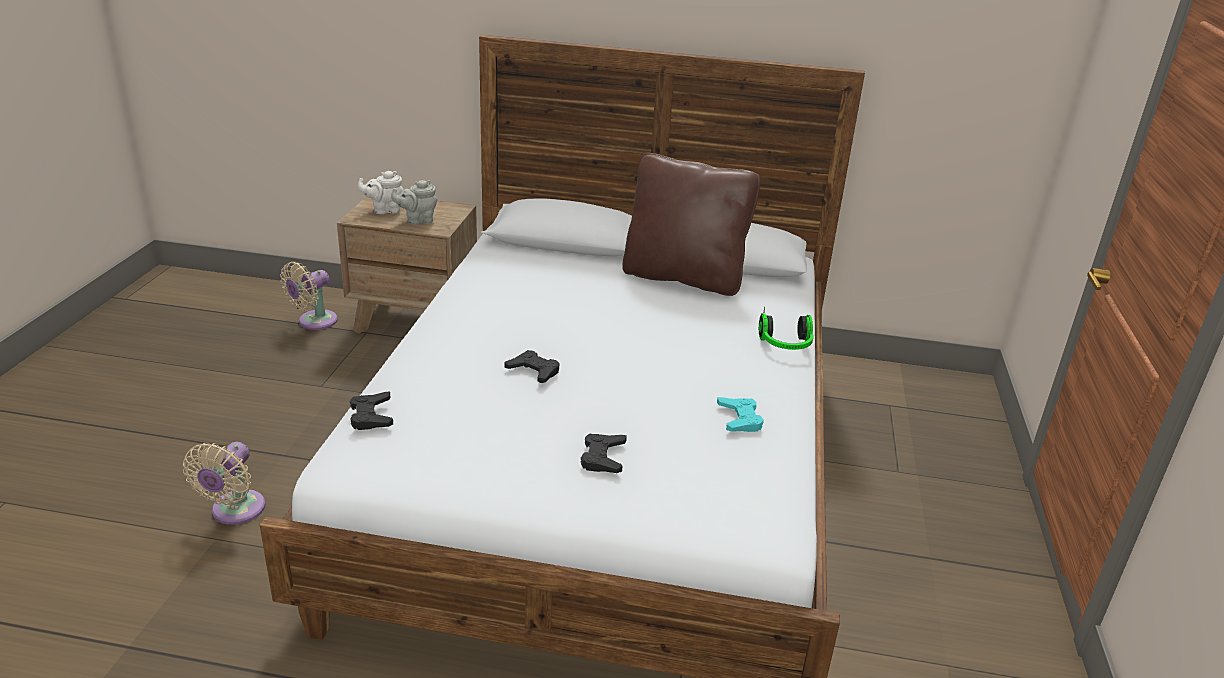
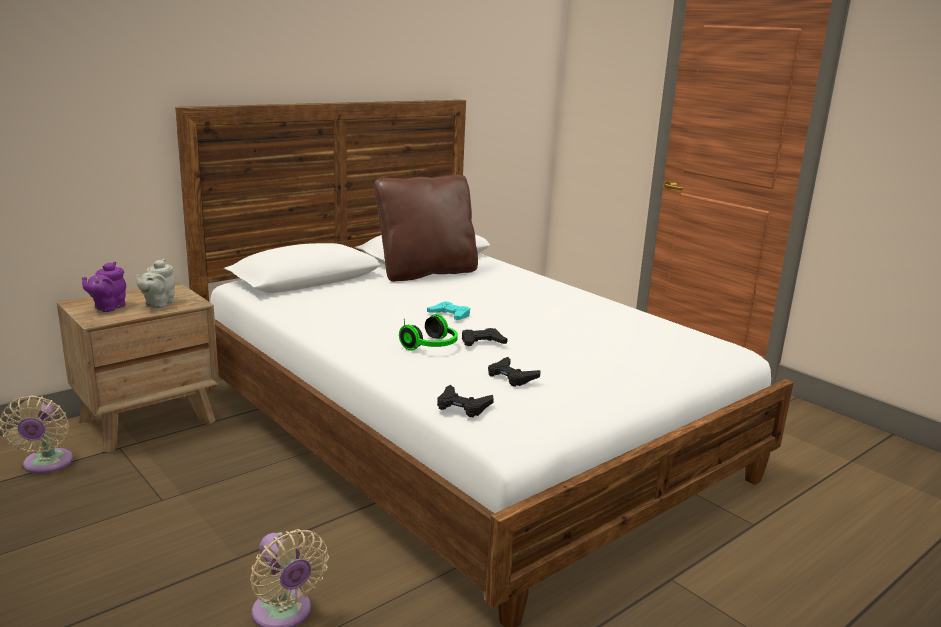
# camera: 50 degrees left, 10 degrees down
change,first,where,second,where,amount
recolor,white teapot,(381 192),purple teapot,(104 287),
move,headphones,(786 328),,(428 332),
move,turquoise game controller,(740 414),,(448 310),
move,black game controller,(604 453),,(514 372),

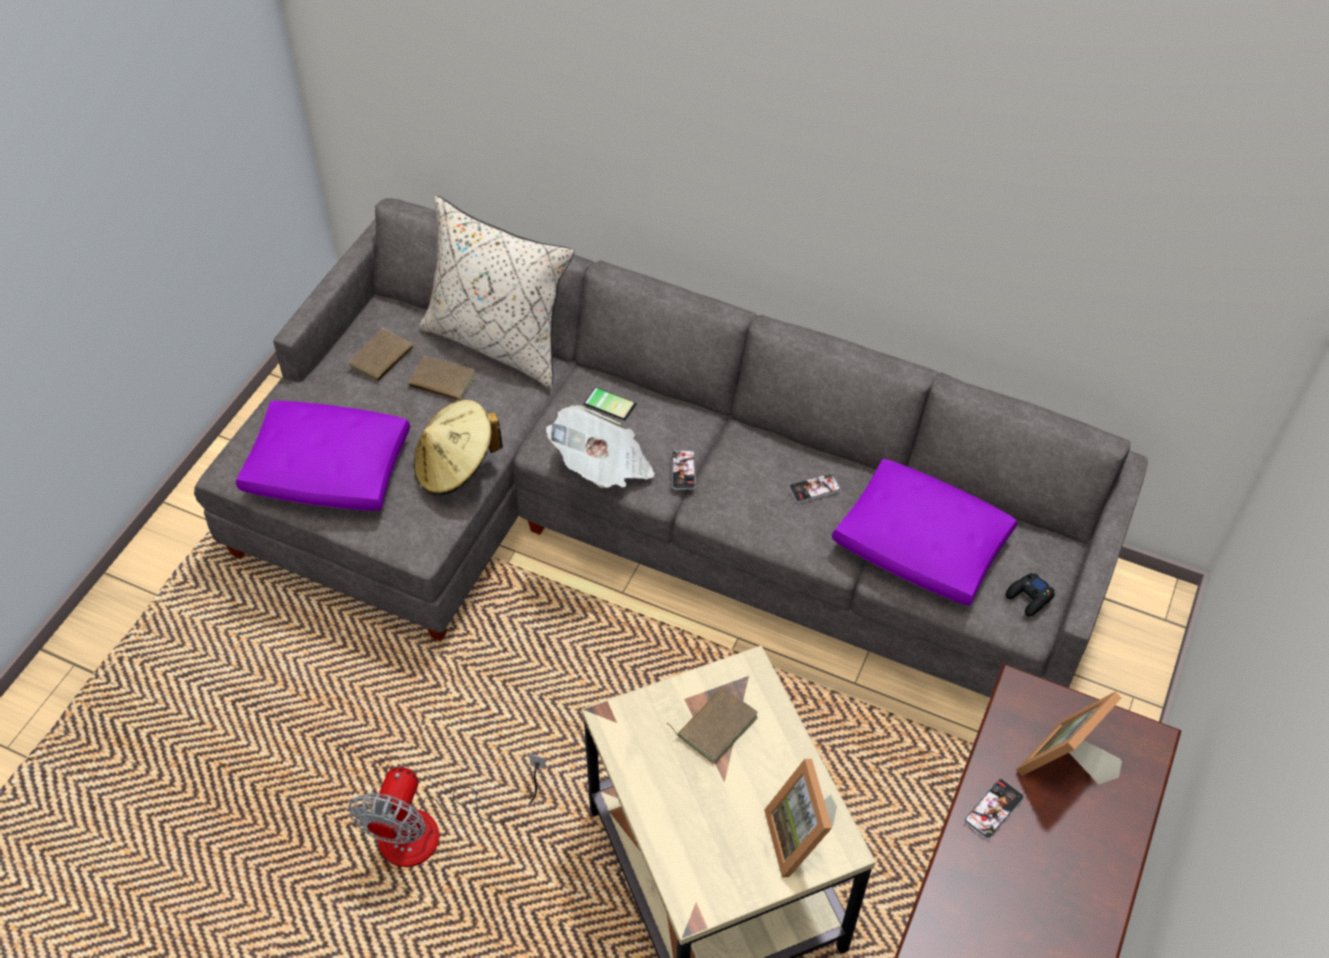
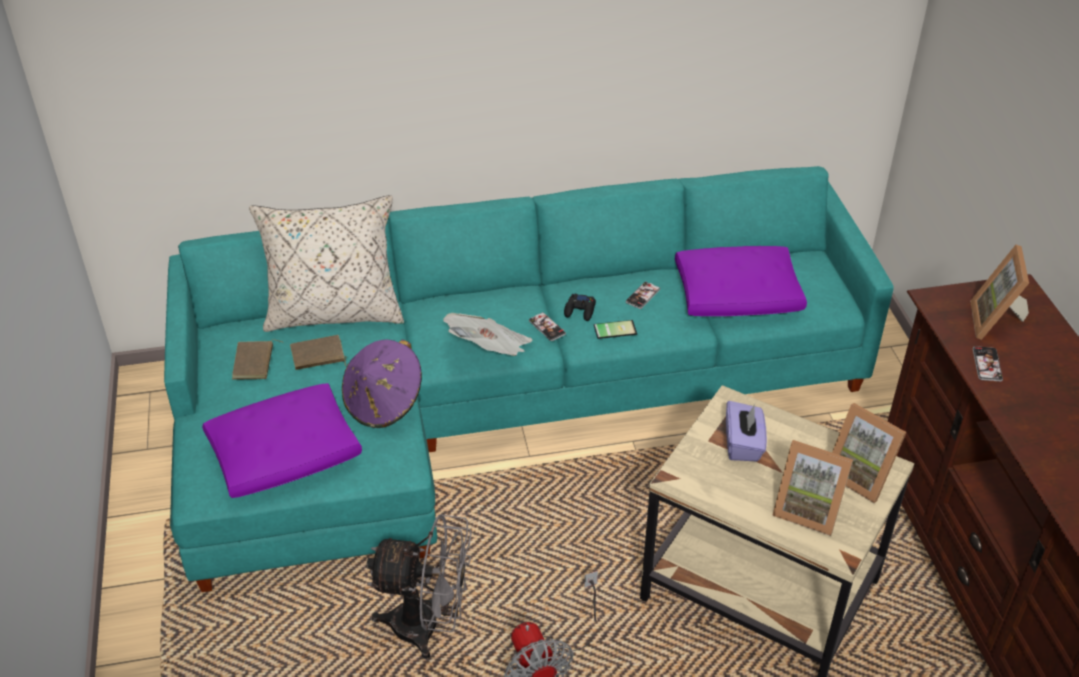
# camera: 35 degrees left, 10 degrees down
change,first,where,second,where,amount
recolor,grey sofa,(671 448),turquoise sofa,(529 379),
recolor,beige hat,(458 447),purple hat,(382 383),
insert,,,grey fan,(419 586),
move,black game controller,(1030 594),,(580 307),
move,phone,(610 403),,(615 329),
replace,brown book,(712 725),purple tissue box,(746 431),
insert,,,picture frame,(812 488),

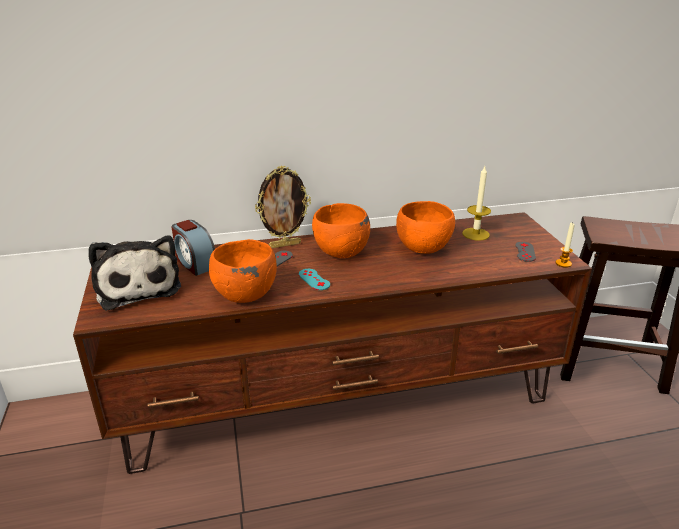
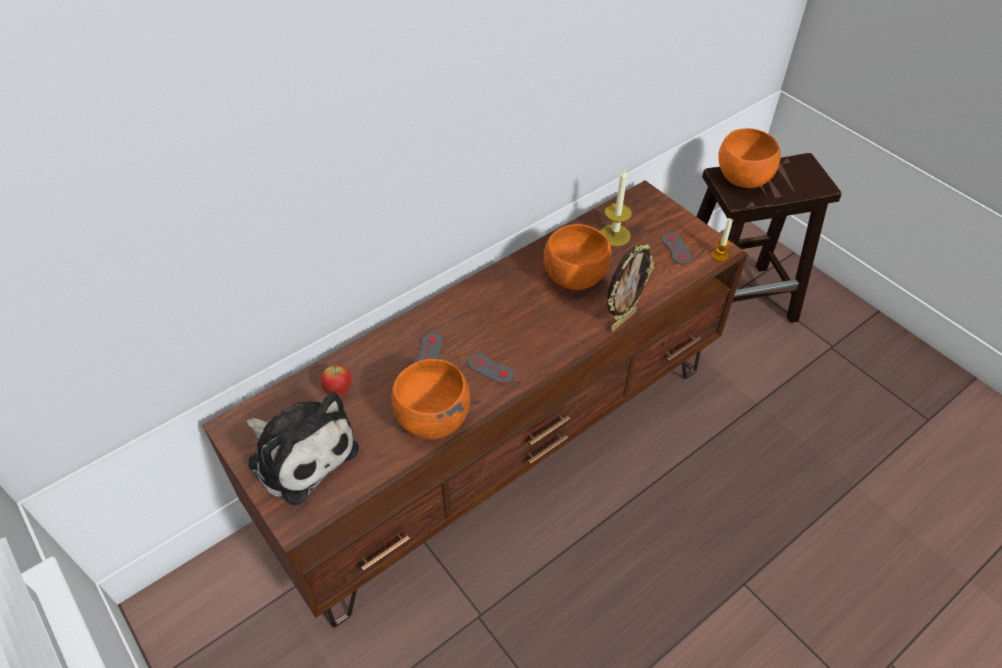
# camera: 25 degrees left, 20 degrees up
change,first,where,second,where,amount
replace,alarm clock,(193 248),apple,(336 380),
recolor,turquoise game controller,(314 279),grey game controller,(491 369),
move,picture frame,(283 207),,(630 287),
move,orange bowl,(341 230),,(750 158),

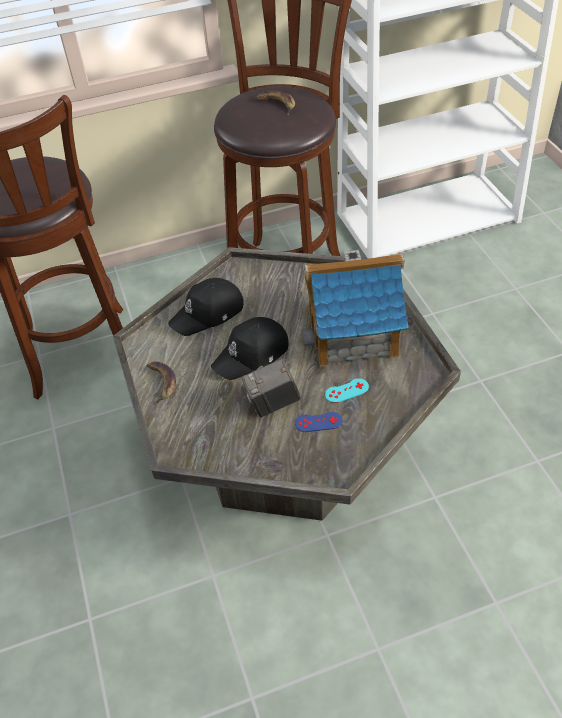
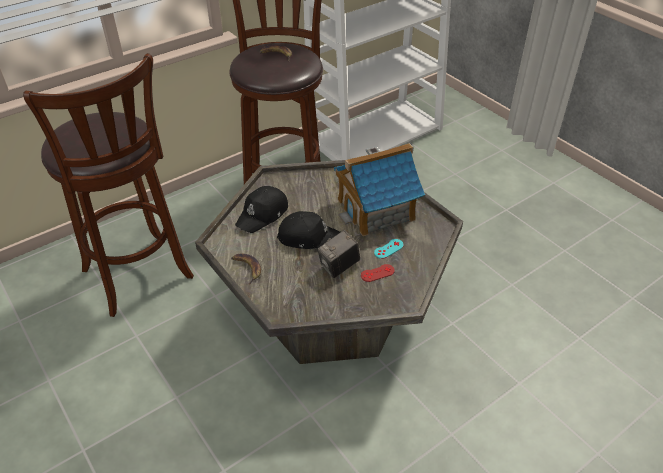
# camera: 20 degrees left, 5 degrees down
change,first,where,second,where,amount
rotate,black cap,(249 348),,(308 230),120 degrees counterclockwise
recolor,blue game controller,(318 422),red game controller,(378 273),

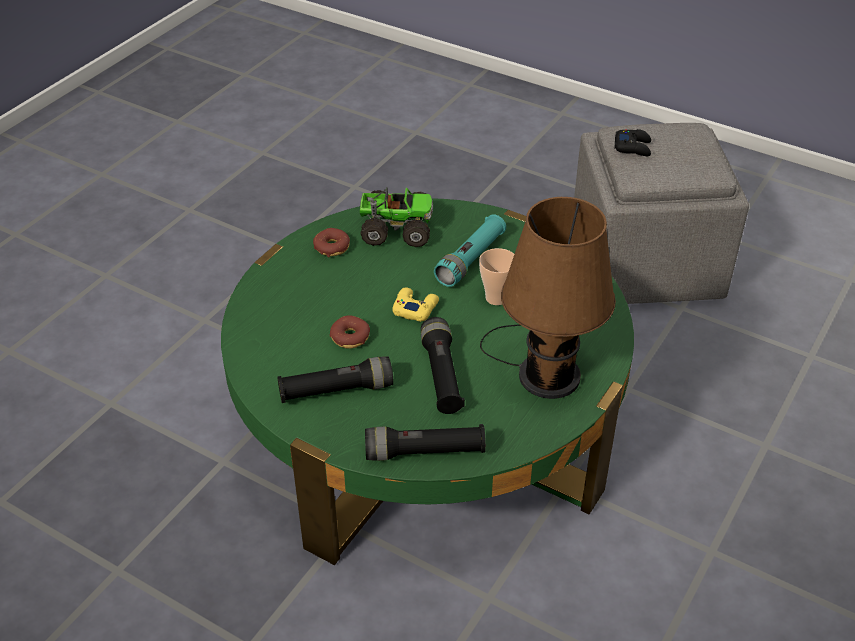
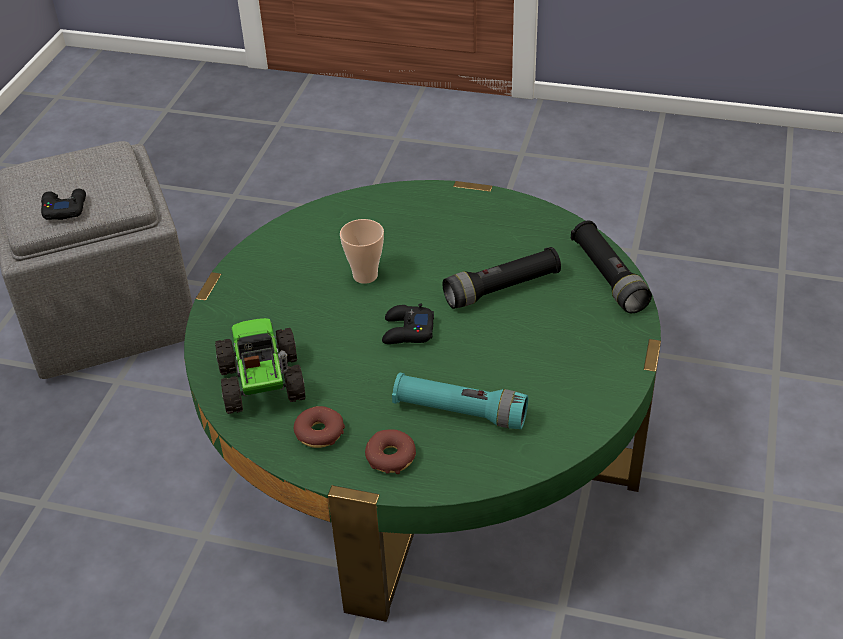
# camera: 105 degrees left, 0 degrees up
change,first,where,second,where,amount
move,donut,(350 332),,(390 451),
recolor,yellow game controller,(415 305),black game controller,(408 323),
move,turquoise flashlight,(470 250),,(460 401),
delete,black flashlight,(335 379),,,
delete,brown table lamp,(548 298),,,

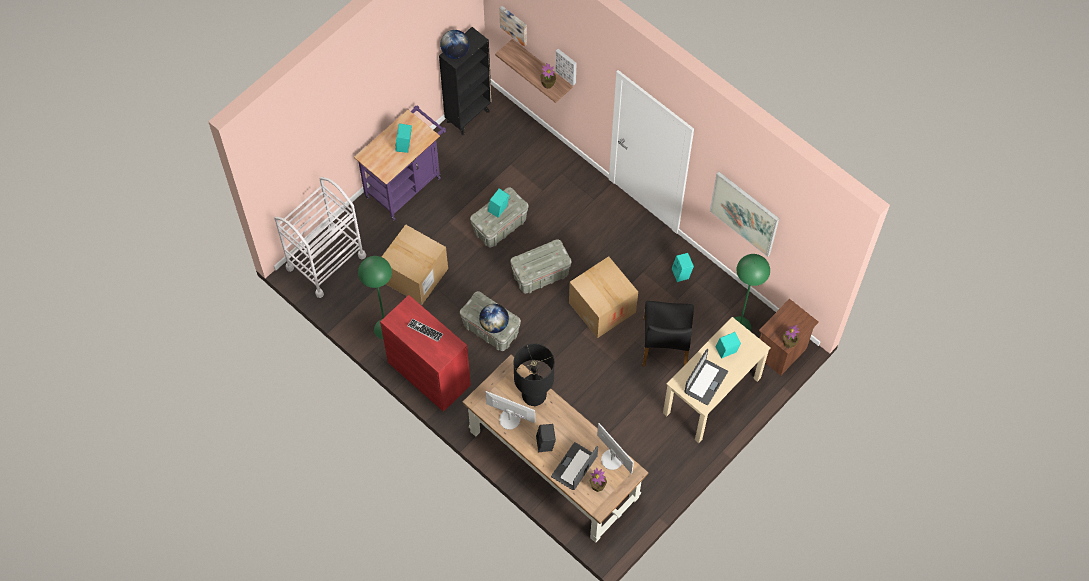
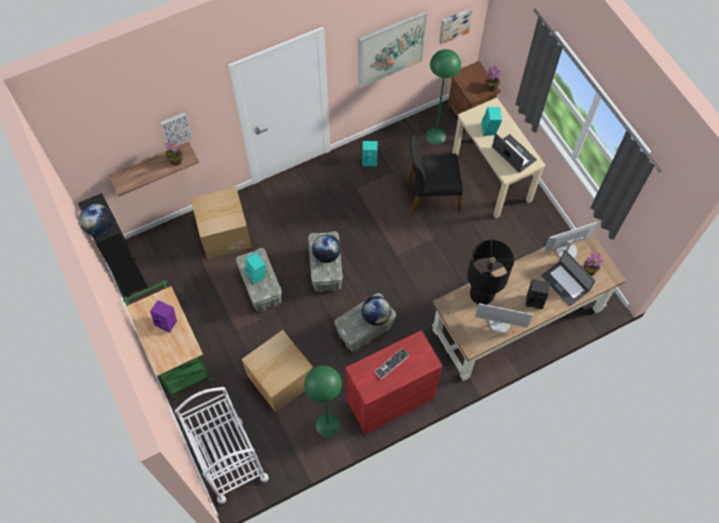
# camera: 70 degrees left, 0 degrees up
change,first,where,second,where,amount
recolor,purple cart,(400 163),green cart,(168 339),
recolor,turquoise speaker,(403 138),purple speaker,(163 316),
move,cardboard box,(603 297),,(221 223),
insert,,,globe,(326 248),
rotate,black chair,(668 334),,(435 174),150 degrees clockwise
move,picture,(513 26),,(456 26),
rotate,monitor,(510 410),,(504 318),120 degrees counterclockwise

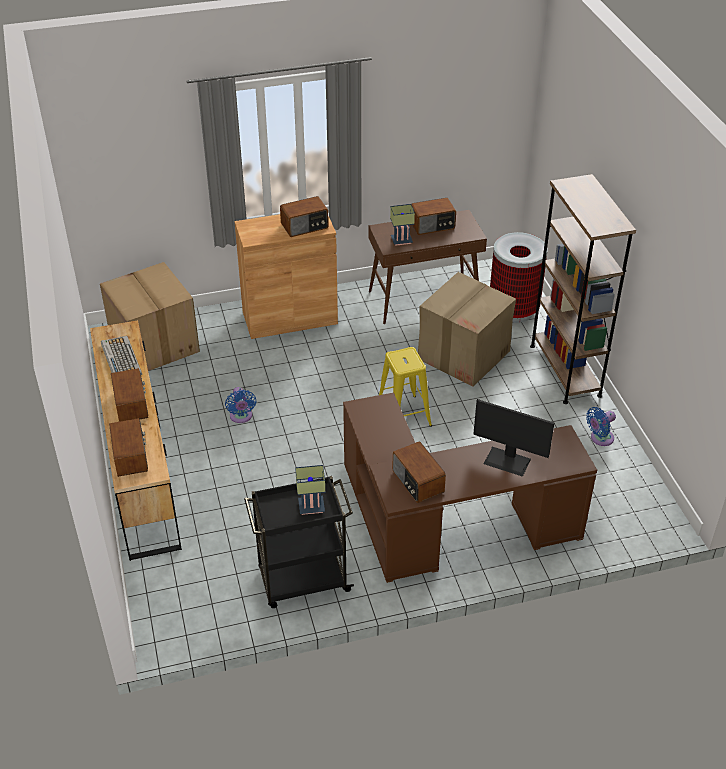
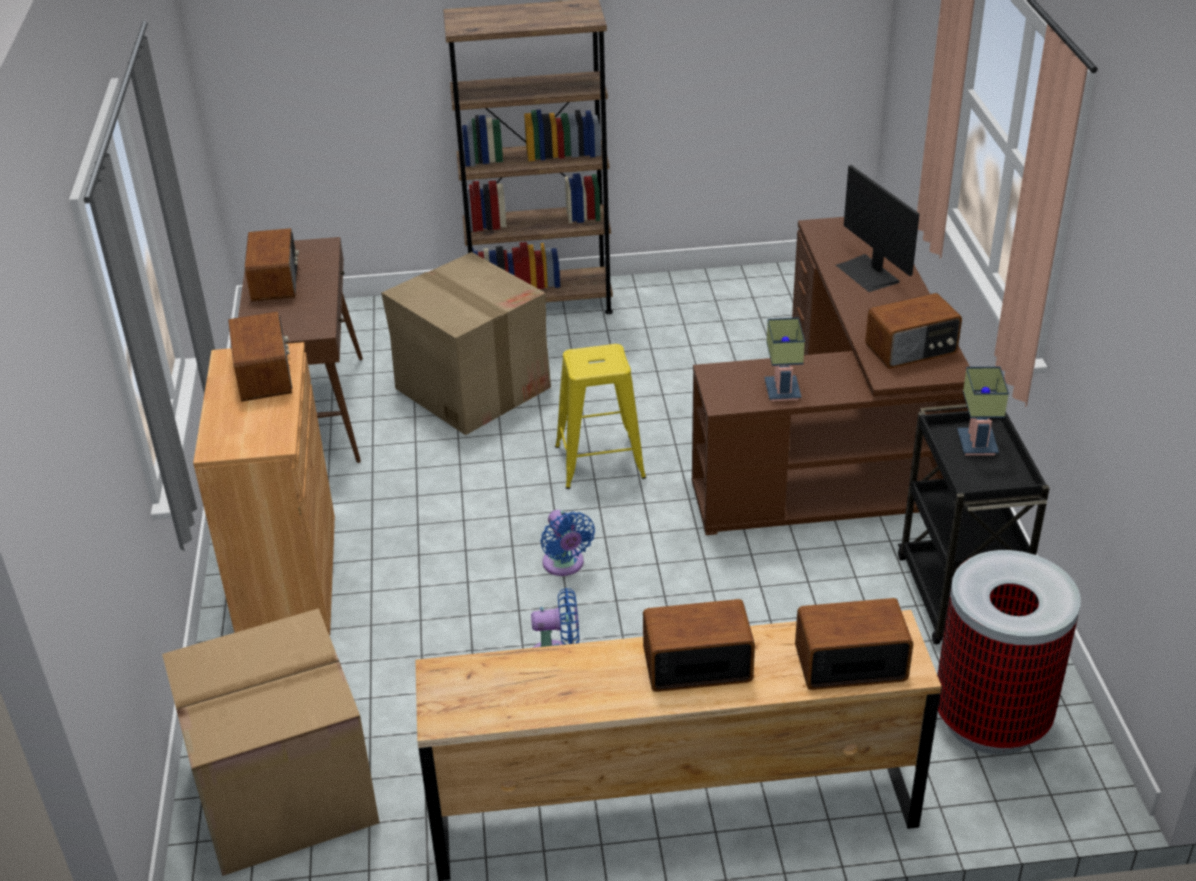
# camera: 80 degrees left, 5 degrees down
change,first,where,second,where,amount
move,blue fan,(601 426),,(568 543),
move,table lamp,(402 225),,(784 359),
rotate,monitor,(513 438),,(877 228),120 degrees clockwise
move,trash can,(519 277),,(1009 652),
delete,keyboard,(121 355),,,

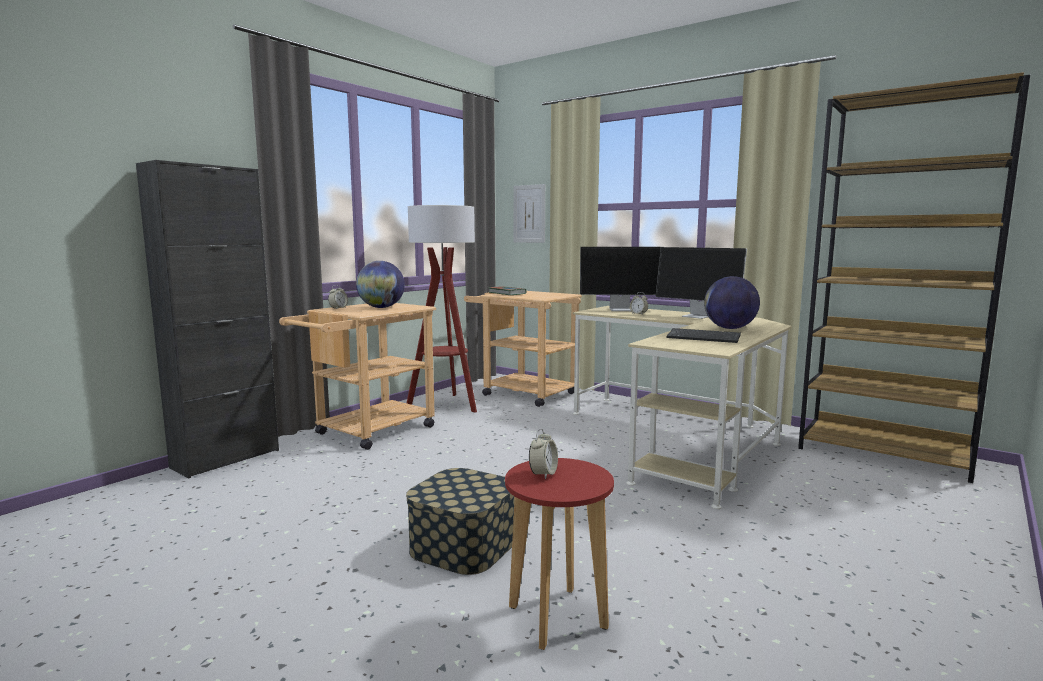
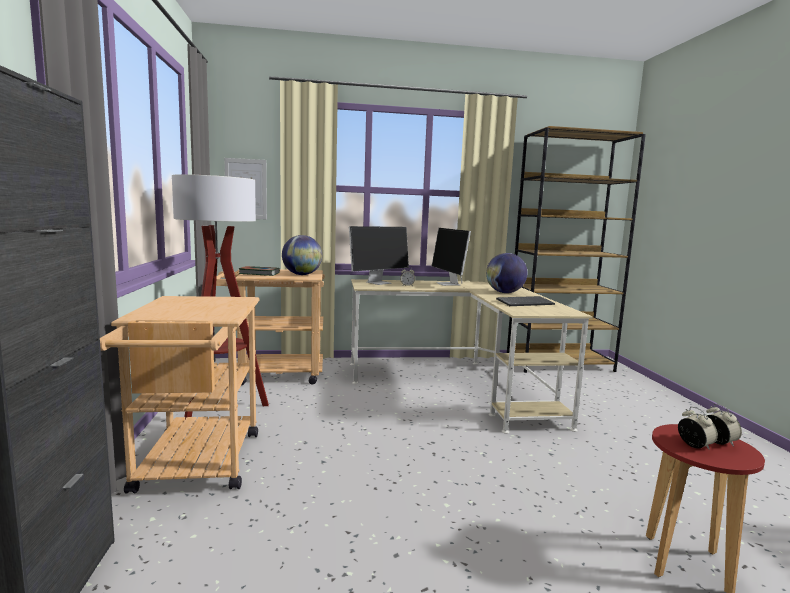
# camera: 45 degrees left, 0 degrees up
change,first,where,second,where,amount
move,globe,(380 284),,(302 255),
rotate,monitor,(701 283),,(451 257),75 degrees clockwise
move,alarm clock,(338 297),,(724 425),
delete,storage box,(460 521),,,

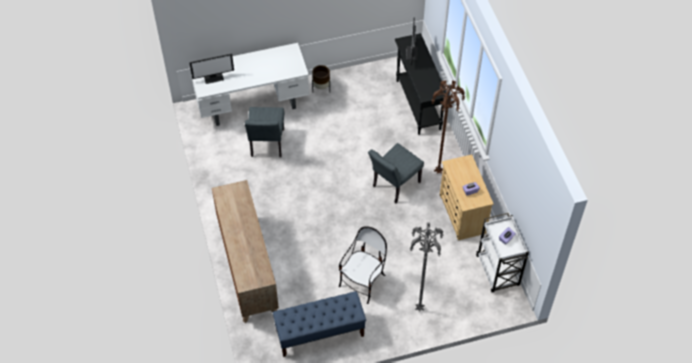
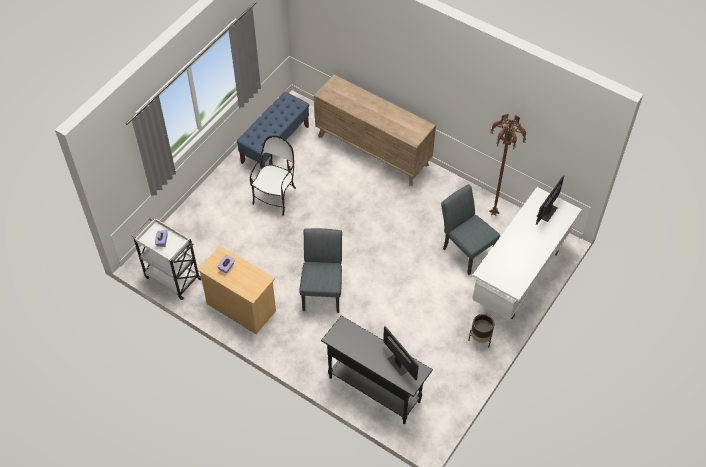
# camera: 140 degrees right, 0 degrees up
change,first,where,second,where,amount
rotate,chair,(363 265),,(273 175),150 degrees counterclockwise
move,brown floor lamp,(448 127),,(507 165),
delete,grey floor lamp,(427 267),,,

